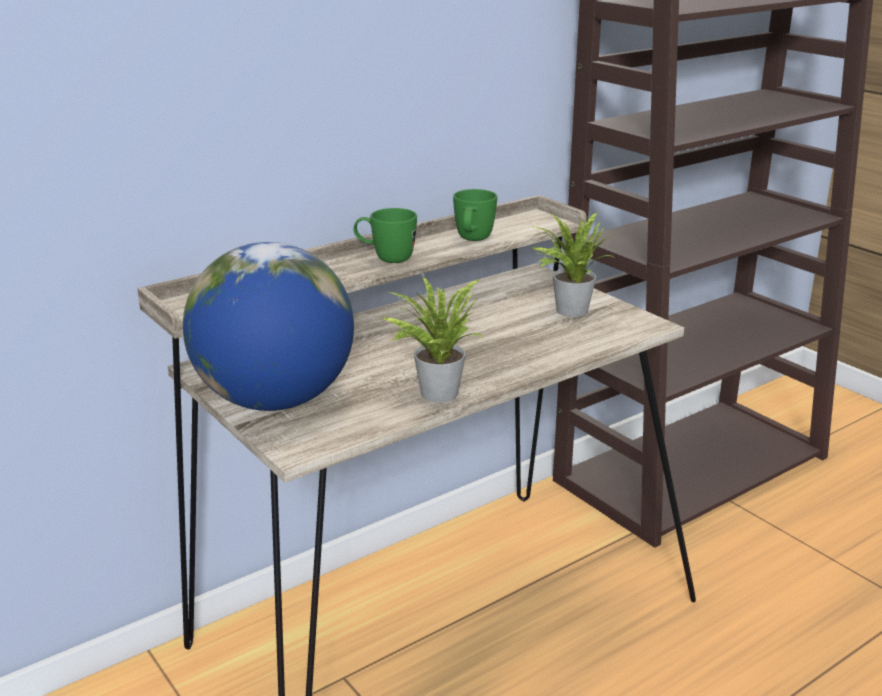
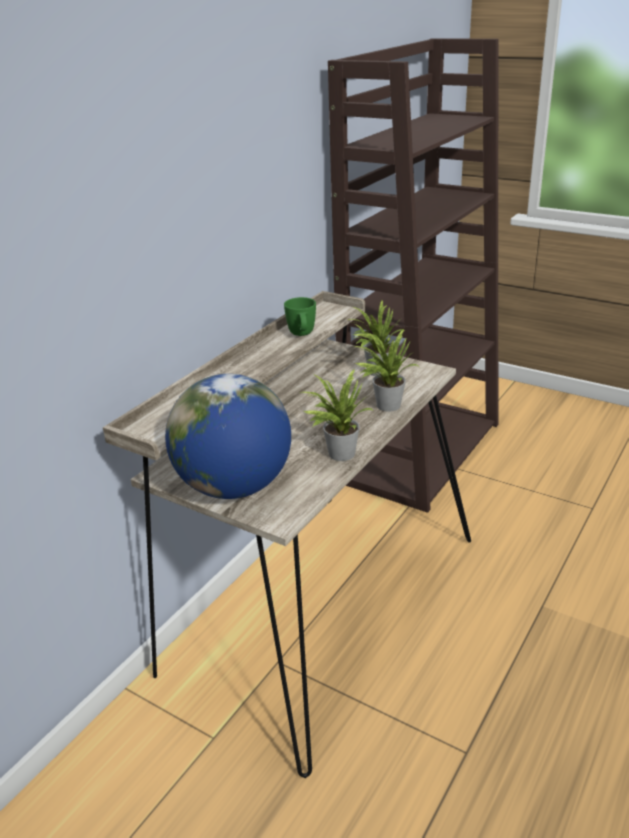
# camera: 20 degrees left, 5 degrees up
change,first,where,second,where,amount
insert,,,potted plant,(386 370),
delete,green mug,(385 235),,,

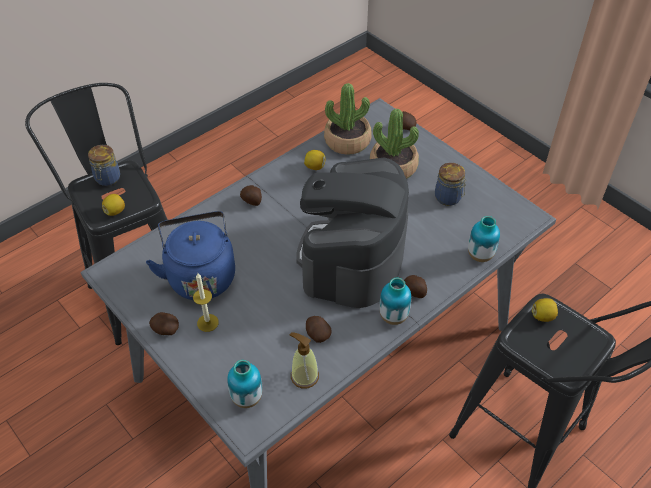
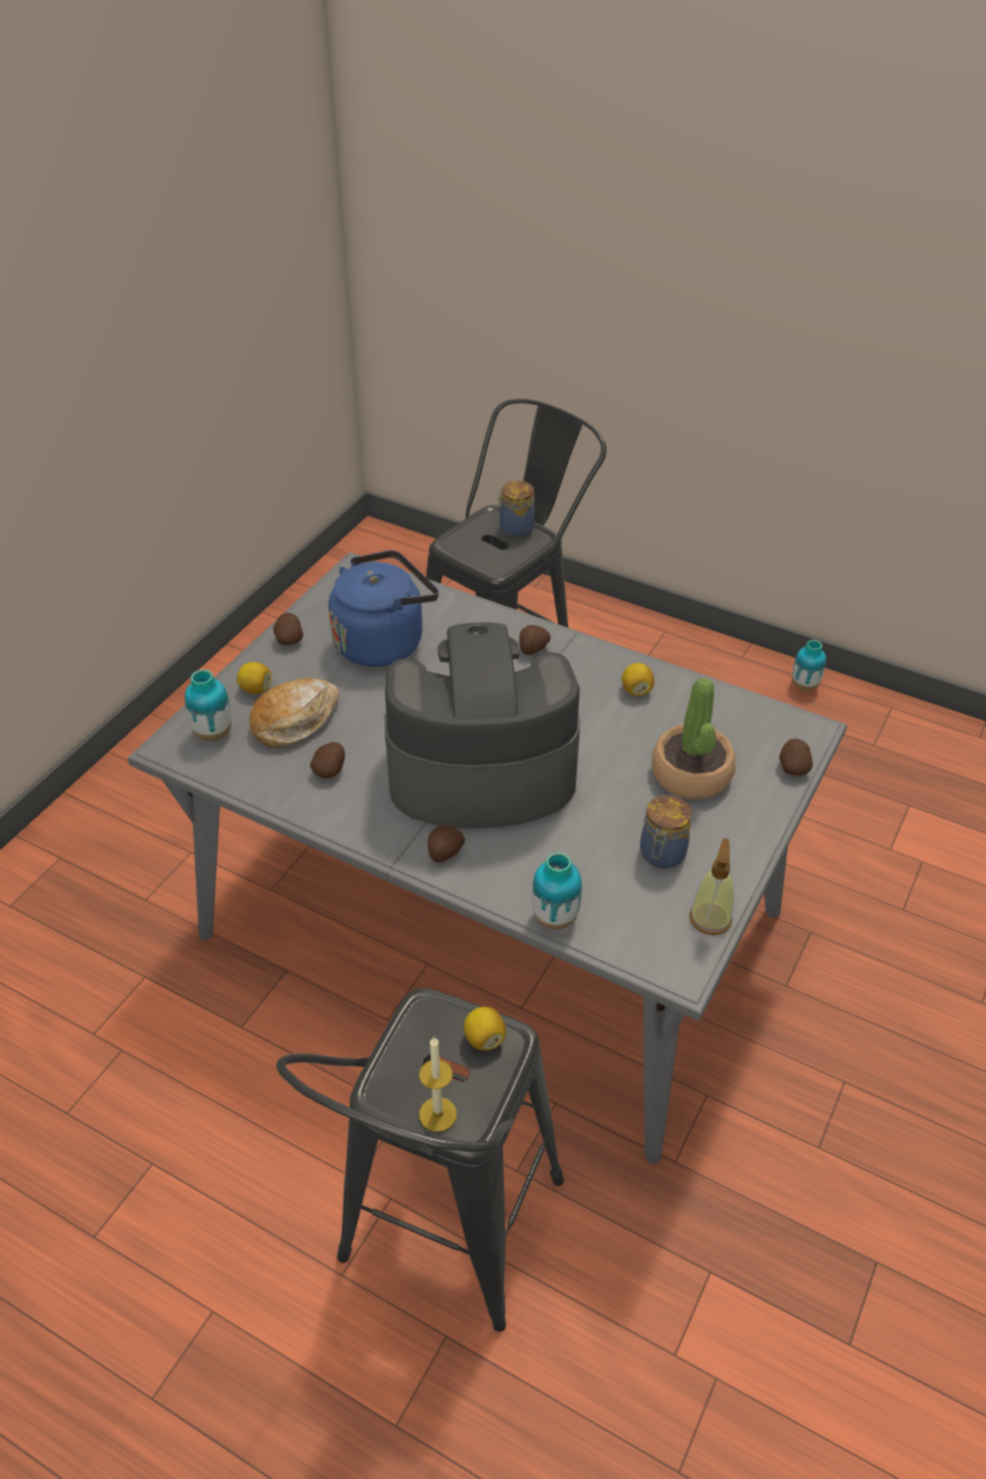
# camera: 70 degrees right, 5 degrees down
change,first,where,second,where,amount
move,lemon,(113 205),,(254 678),
insert,,,bread,(294 713),
move,candle,(206 302),,(438 1084),
move,soap dispenser,(304 360),,(711 886),
move,vase,(395 301),,(809 665),
delete,potted plant,(347 119),,,

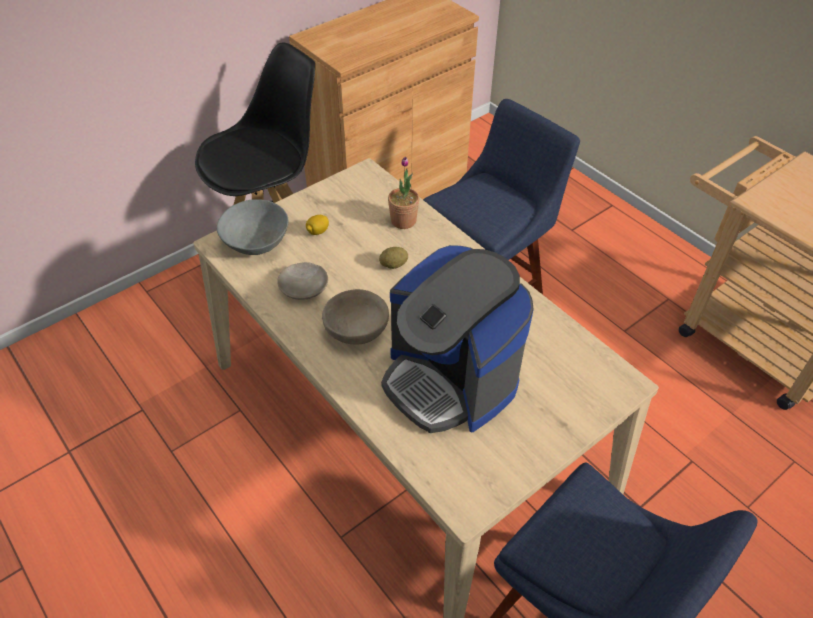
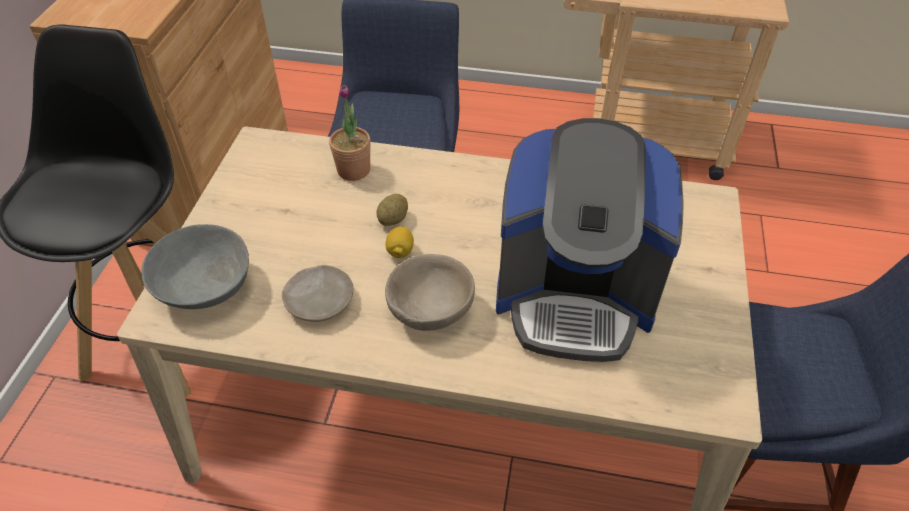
# camera: 40 degrees left, 0 degrees up
change,first,where,second,where,amount
move,lemon,(317 225),,(399 242),

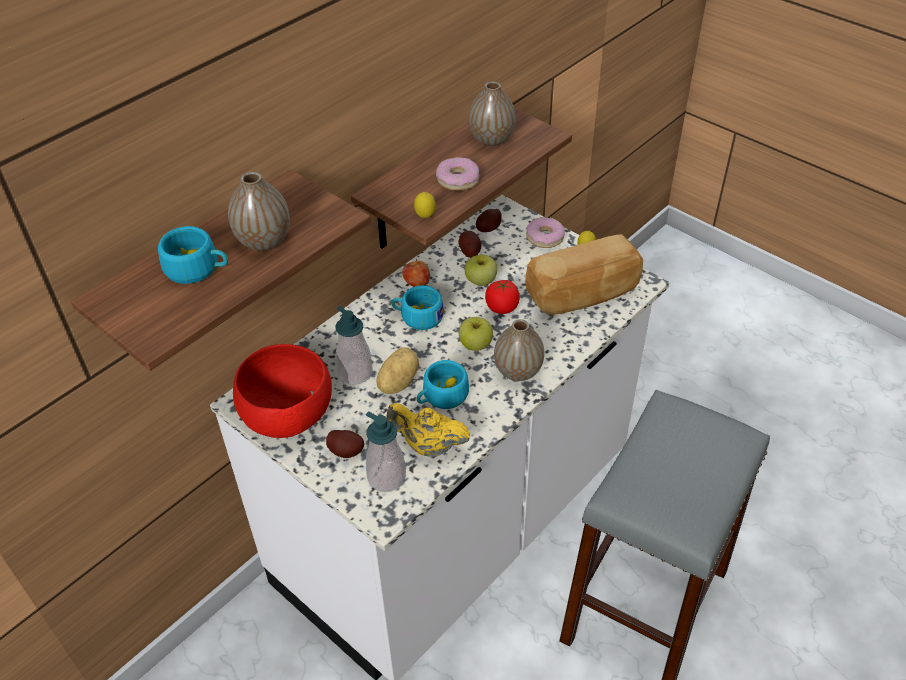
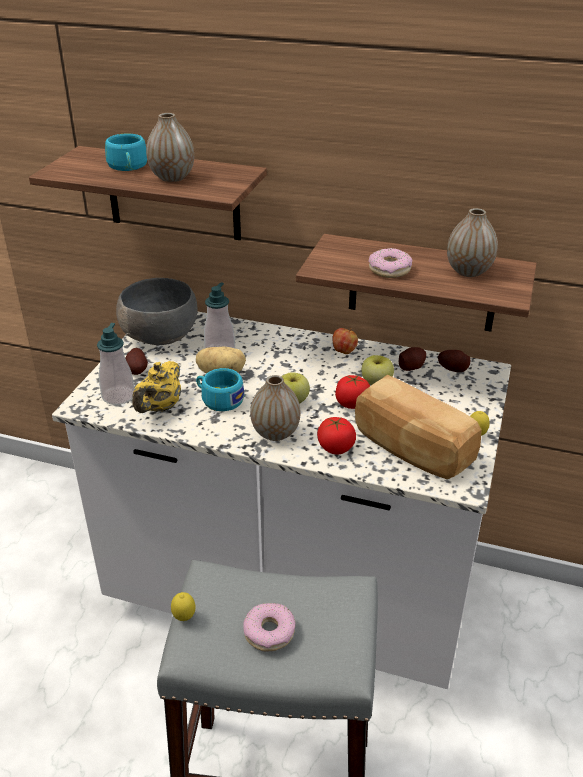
# camera: 65 degrees right, 10 degrees down
change,first,where,second,where,amount
recolor,red bowl,(282 391),grey bowl,(156 311),
rotate,yellow teapot,(428 430),,(156 387),150 degrees counterclockwise
move,lemon,(425 205),,(183 606),
move,donut,(545 232),,(269 627),
insert,,,tomato,(336 436),
delete,turquoise cup,(417 307),,,

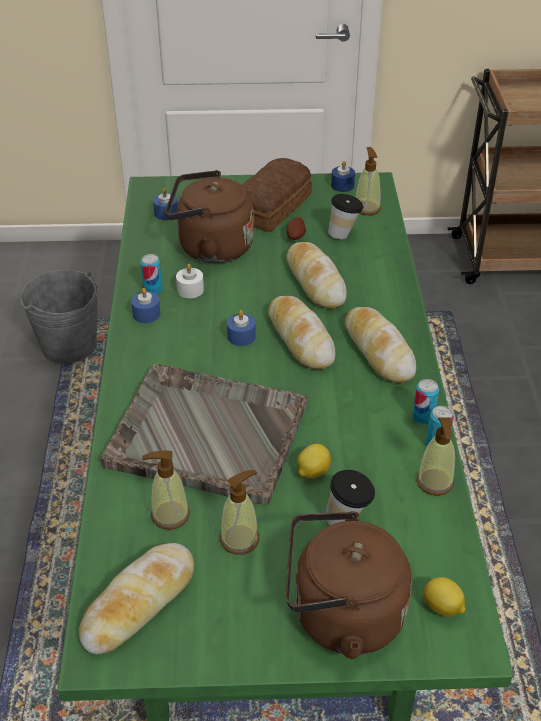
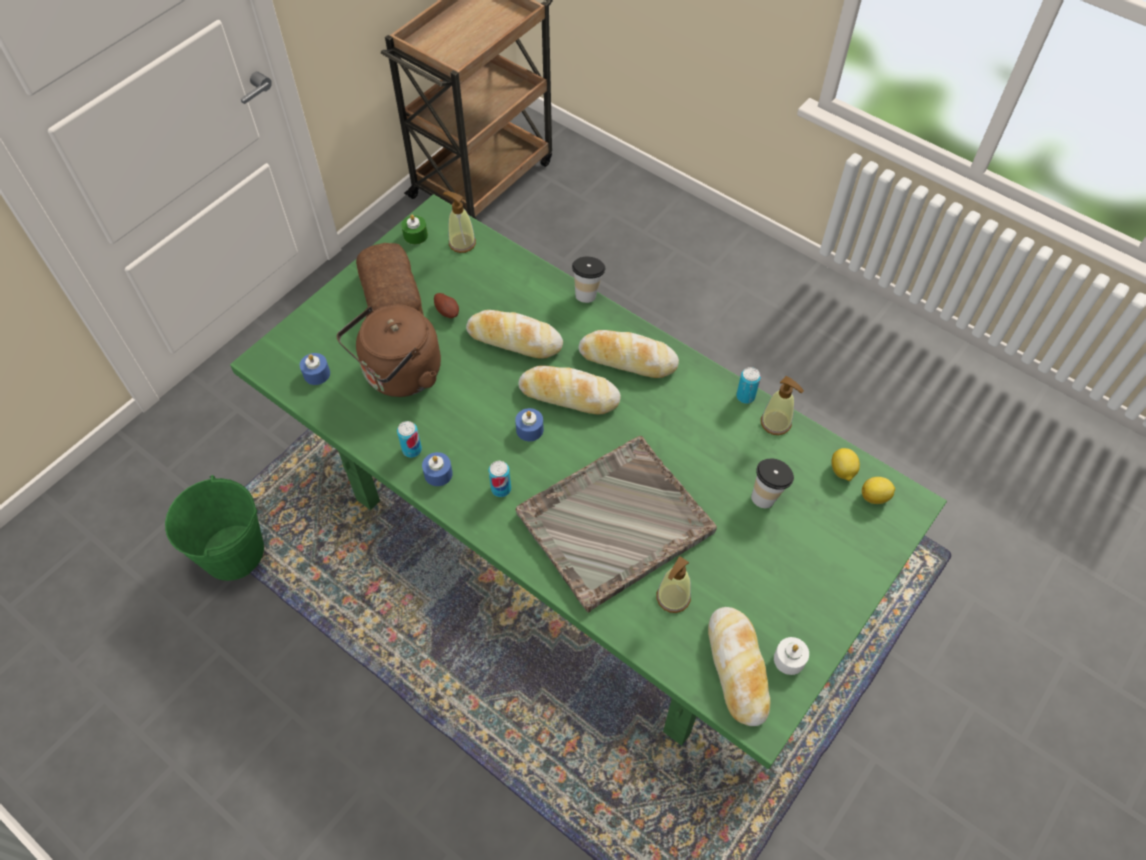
# camera: 50 degrees left, 15 degrees up
change,first,where,second,where,amount
recolor,grey bucket,(59 317),green bucket,(214 528),
recolor,blue candle,(343 176),green candle,(414 230),
move,can,(425 402),,(499 479),
move,cup,(345 216),,(588 280),
move,white candle,(190 281),,(791 656),
move,lemon,(314 461),,(845 464),
delete,soap dispenser,(239 512),,,
delete,brown kettle,(349 585),,,

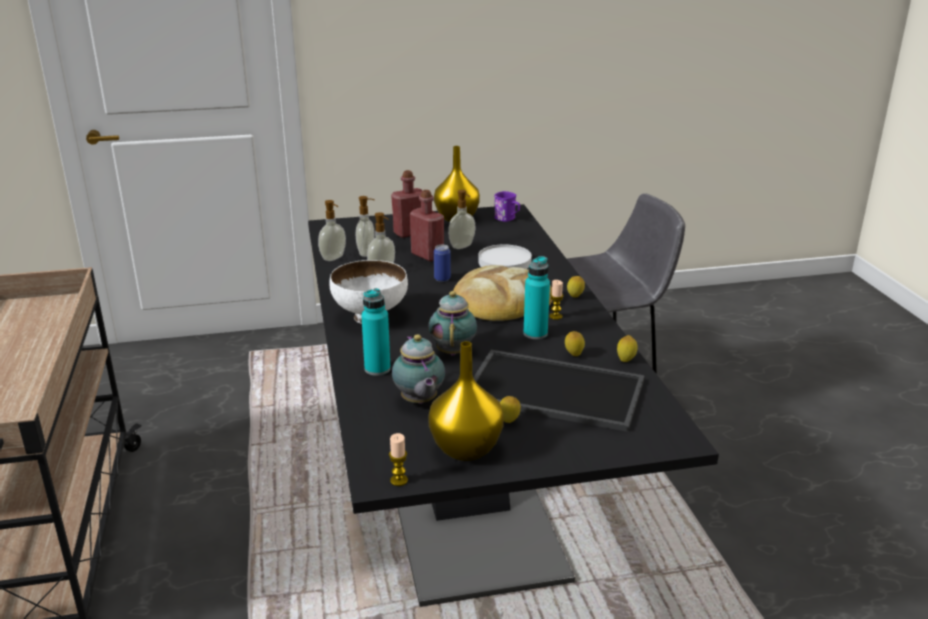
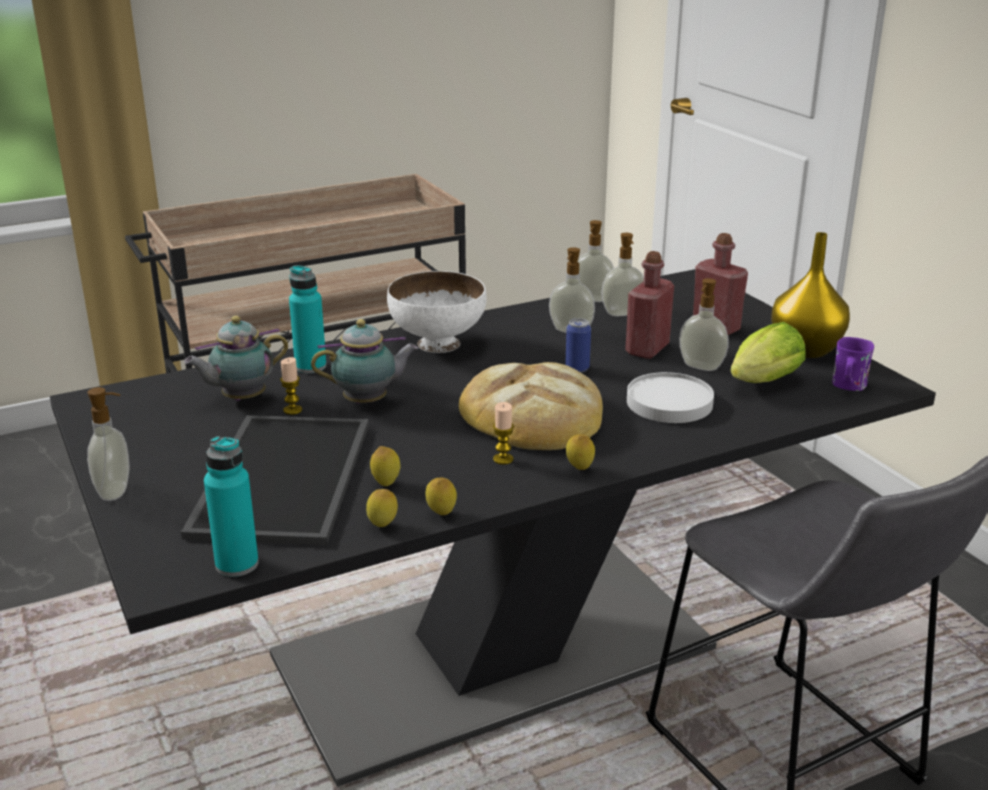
# camera: 75 degrees right, 0 degrees up
change,first,where,second,where,amount
insert,,,soap dispenser,(108 444),
move,turquoise bottle,(536 298),,(231 506),
move,candle,(398 459),,(291 386),
move,lemon,(510 409),,(441 496),
insert,,,lettuce,(768 352),
delete,yellow vase,(466 401),,,

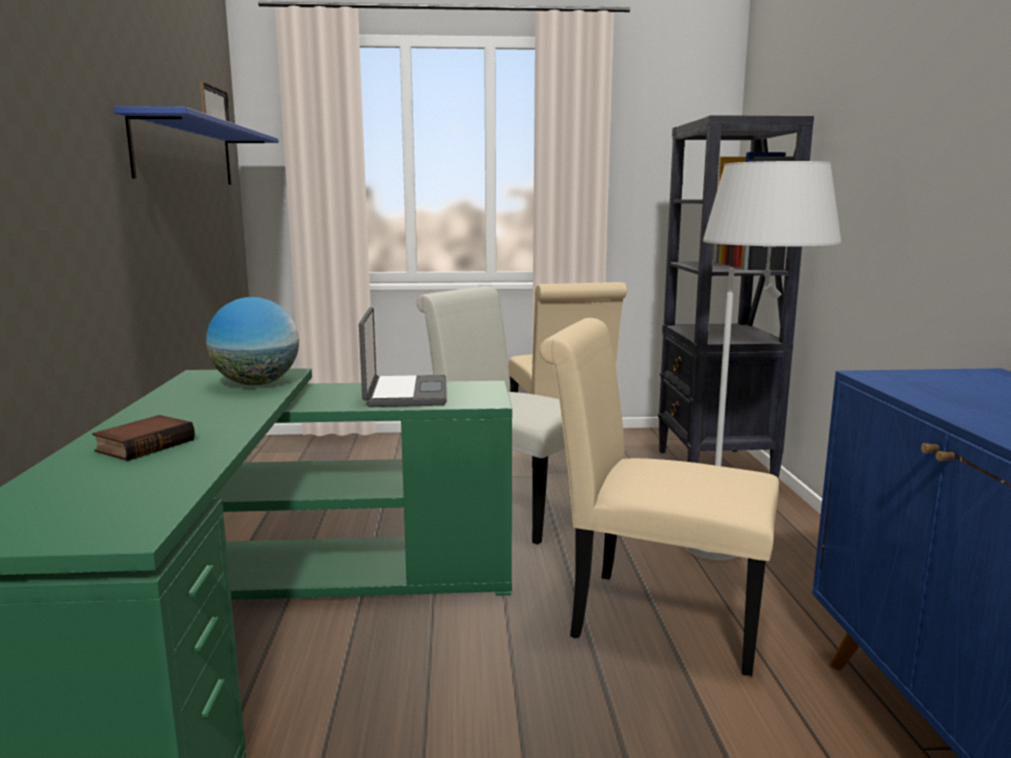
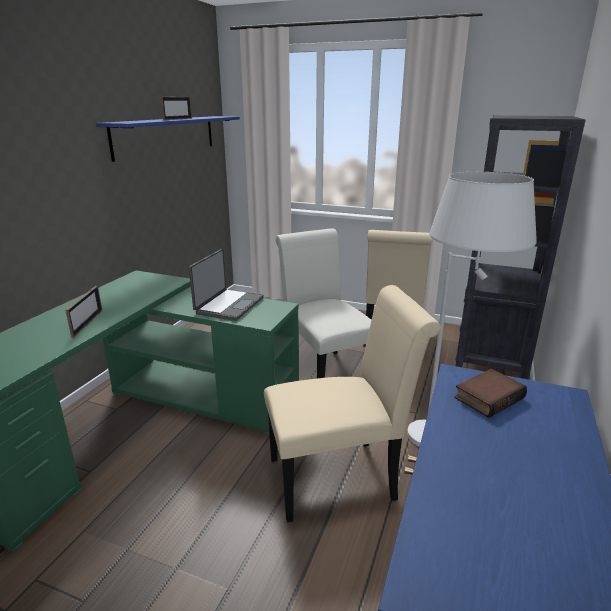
# camera: 25 degrees right, 10 degrees up
change,first,where,second,where,amount
insert,,,picture frame,(84 312),
rotate,beige chair,(659 497),,(352 403),120 degrees clockwise
move,book,(143 438),,(490 393),
delete,globe,(252 341),,,

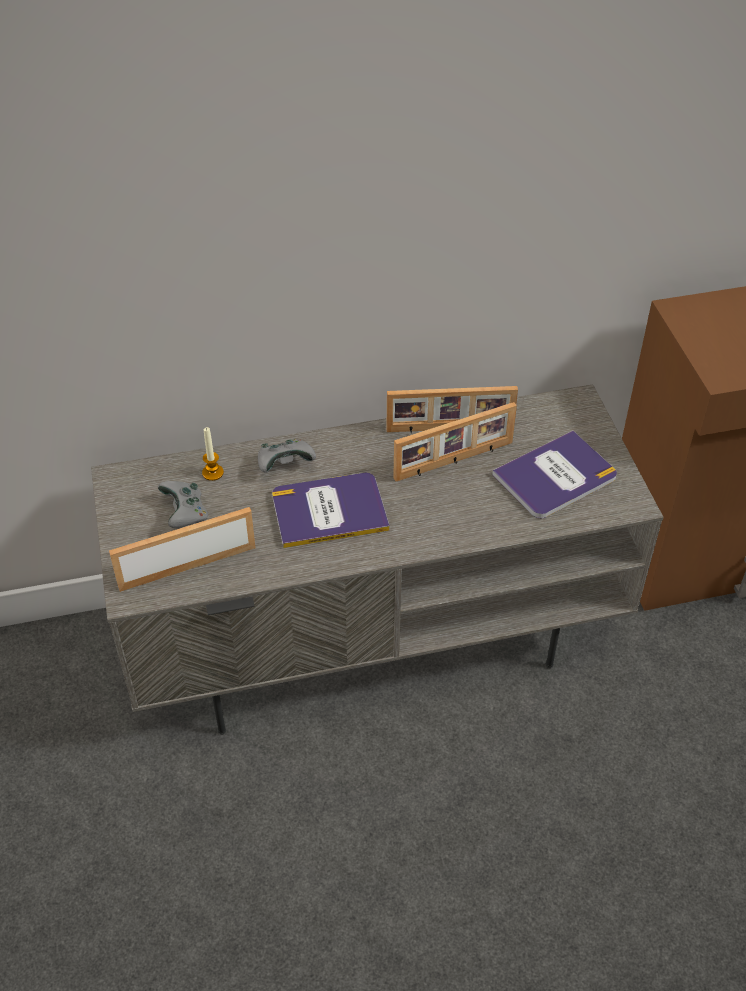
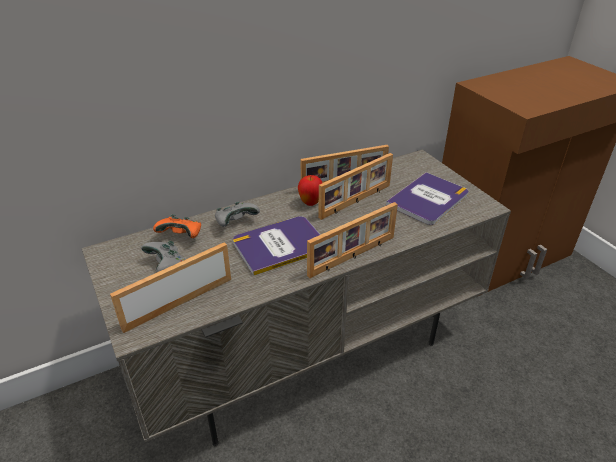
# camera: 15 degrees left, 10 degrees down
change,first,where,second,where,amount
replace,candle,(213 454),orange game controller,(177 226),
insert,,,apple,(310 190),
insert,,,picture frame,(352 240),

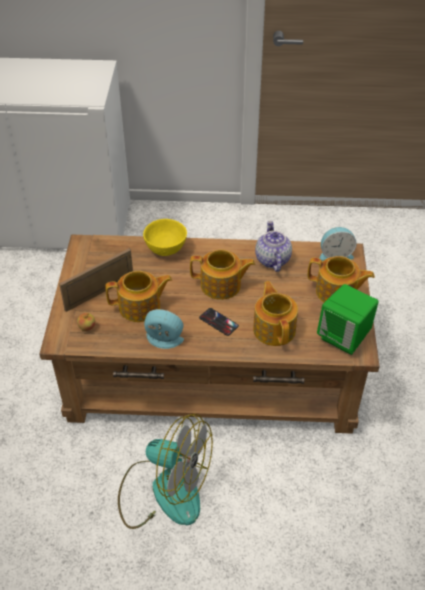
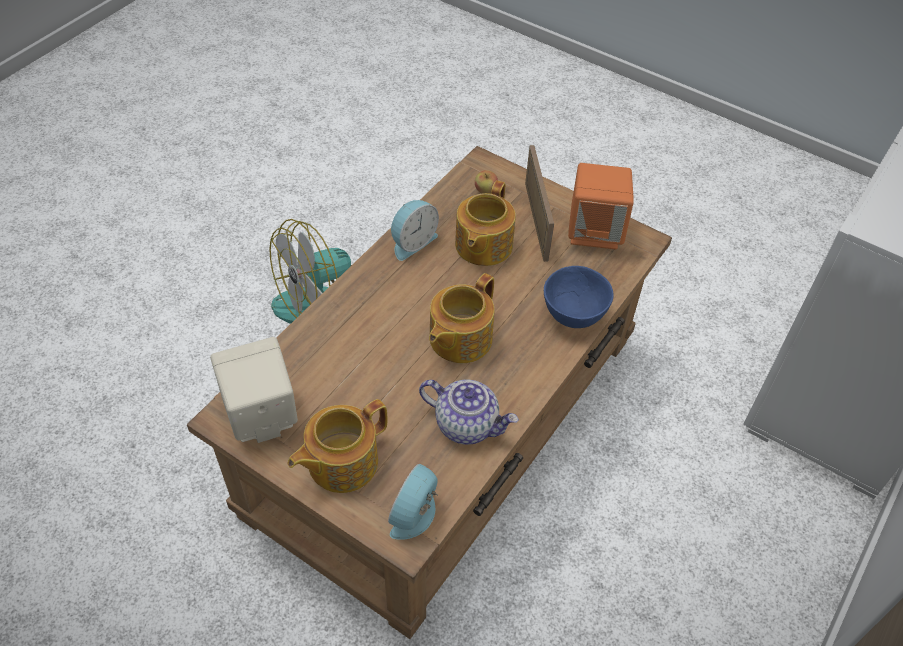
# camera: 120 degrees right, 5 degrees up
change,first,where,second,where,amount
recolor,green speaker,(348 319),beige speaker,(254 390),
recolor,yellow bowl,(165 237),blue bowl,(579 297),
insert,,,orange speaker,(600 206),
delete,phone,(219 322),,,
delete,teapot,(275 313),,,

